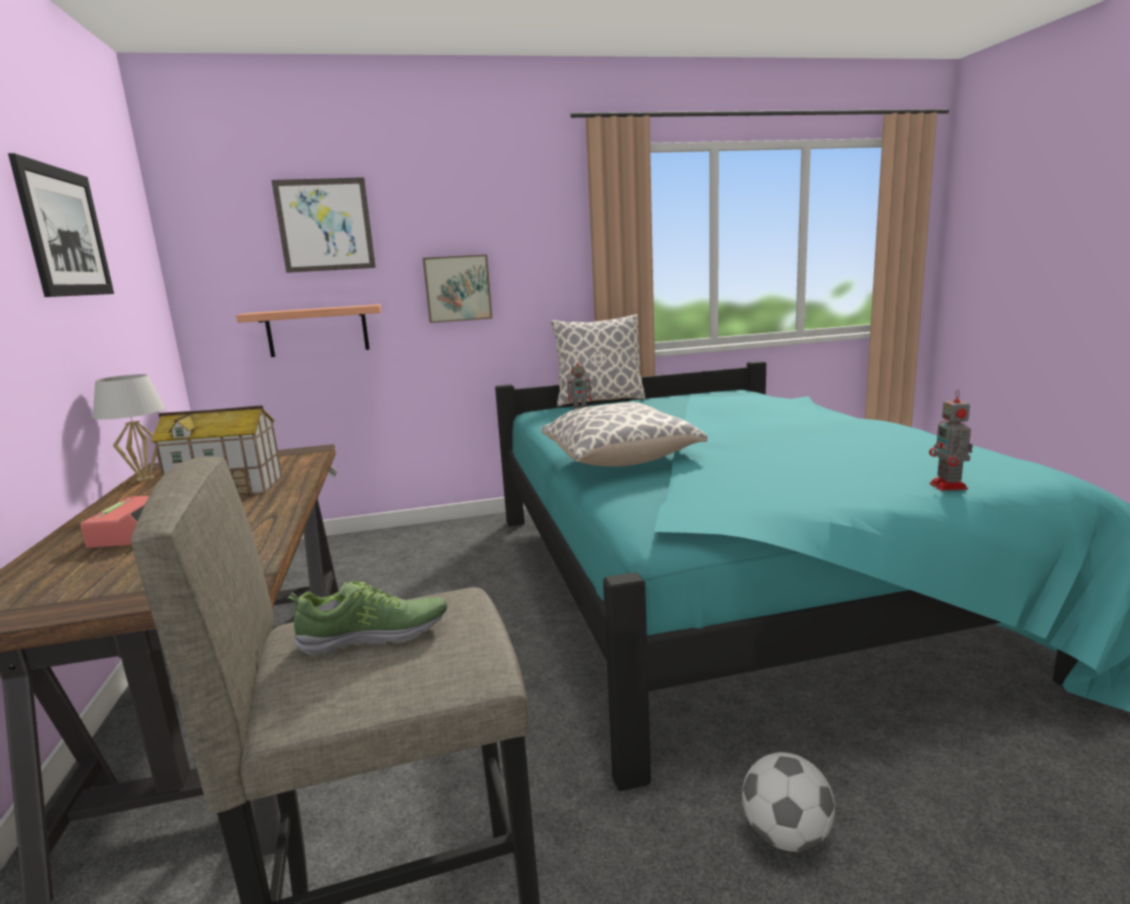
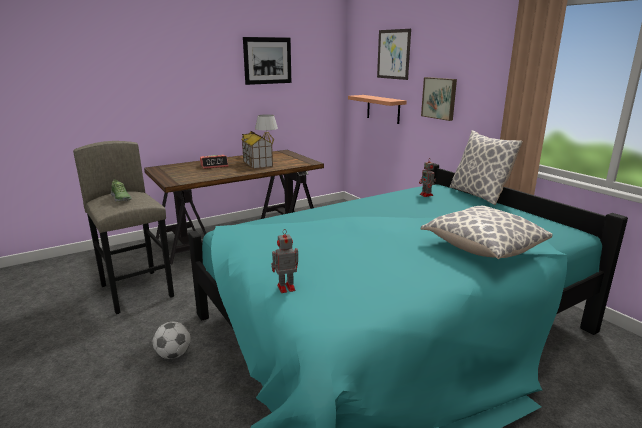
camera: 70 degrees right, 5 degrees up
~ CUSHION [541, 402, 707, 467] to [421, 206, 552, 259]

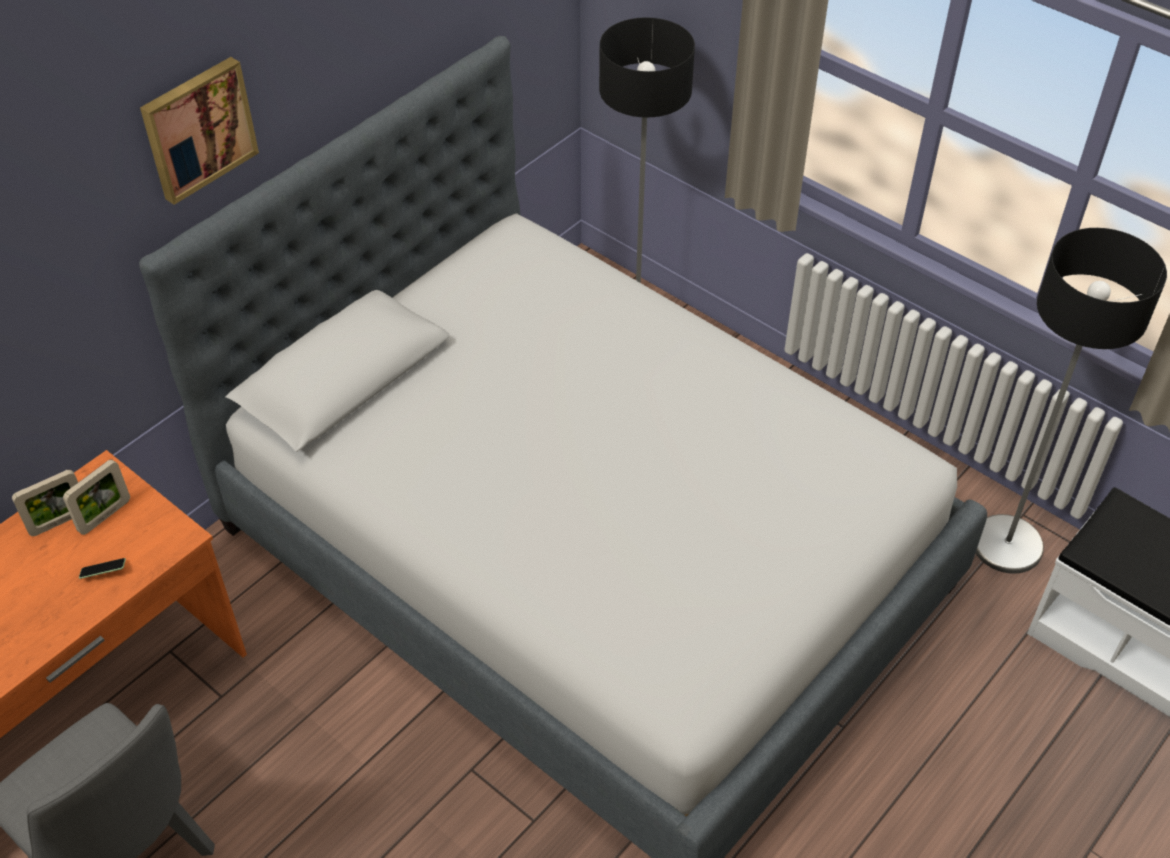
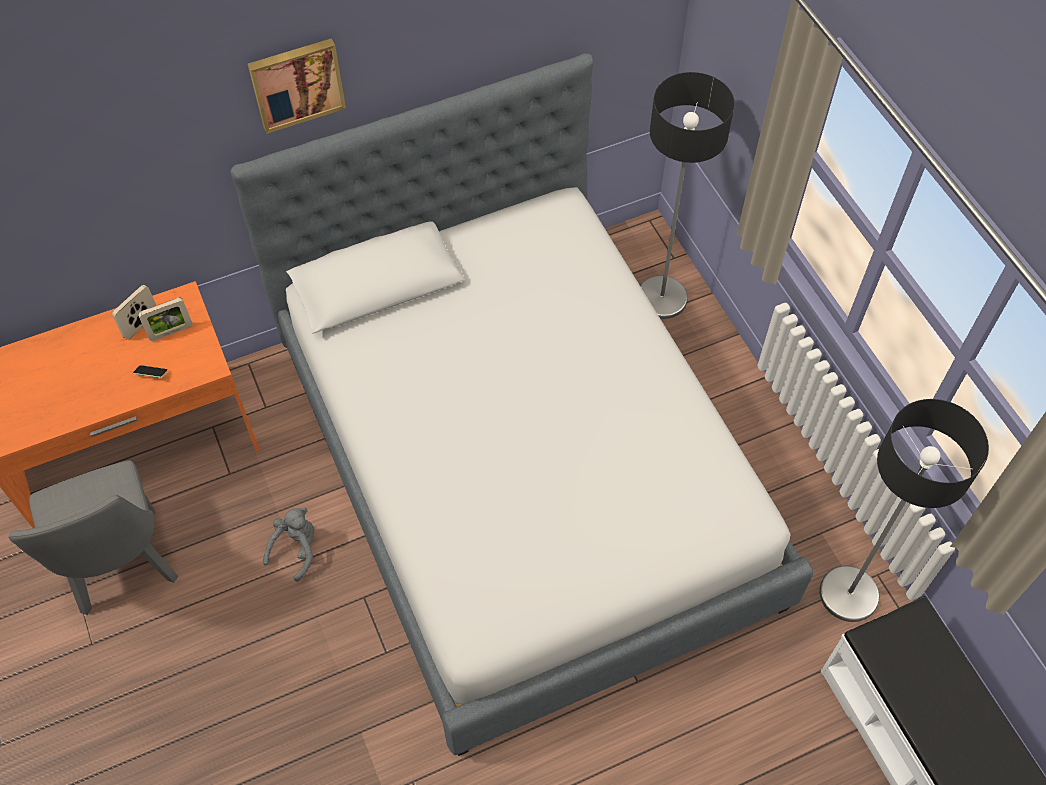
camera: 25 degrees right, 10 degrees up
+ GREY PLUSH TOY [263, 508, 314, 582]
~ PICTURE FRAME [12, 469, 78, 536] = [112, 285, 156, 340] 135 degrees clockwise

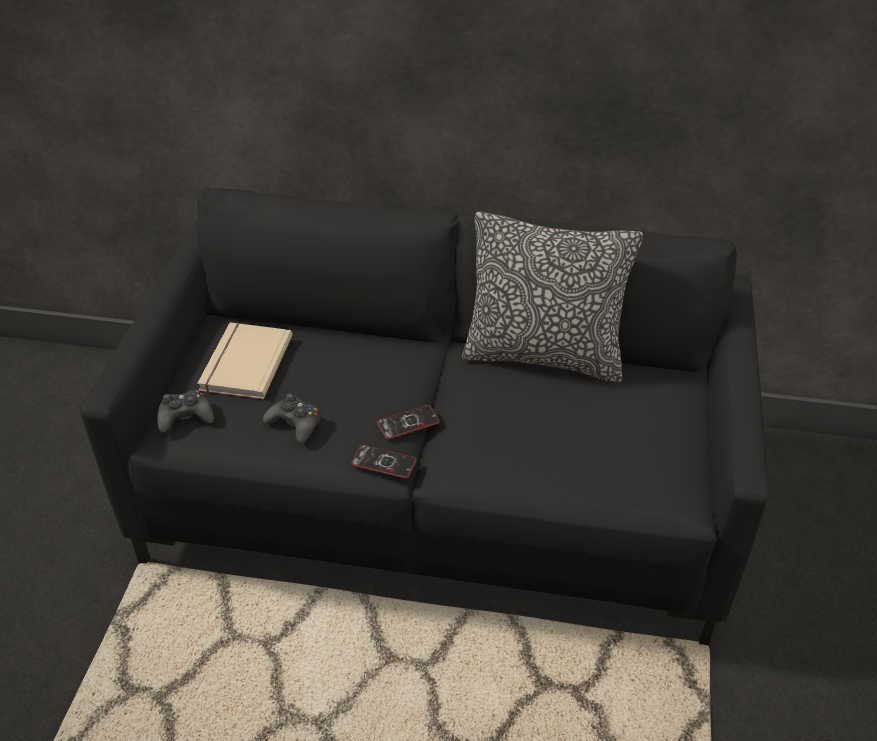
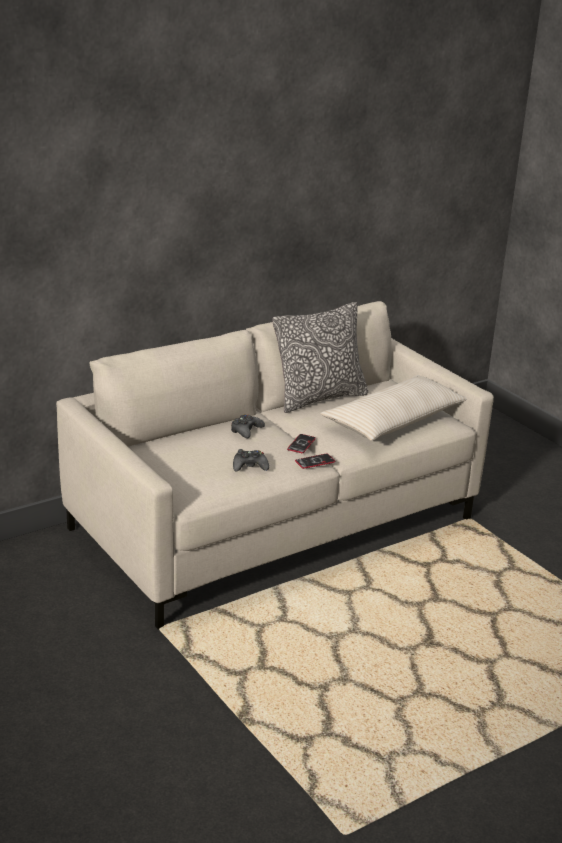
camera: 45 degrees left, 15 degrees down
- BEIGE BOOK [197, 322, 292, 399]
+ BEIGE CUSHION [321, 375, 466, 441]
~ BLACKISH GAMEPAD [157, 390, 214, 433] to [231, 414, 265, 438]
~ BLACKISH SOFA [80, 187, 769, 646] to BEIGE SOFA [56, 301, 494, 630]

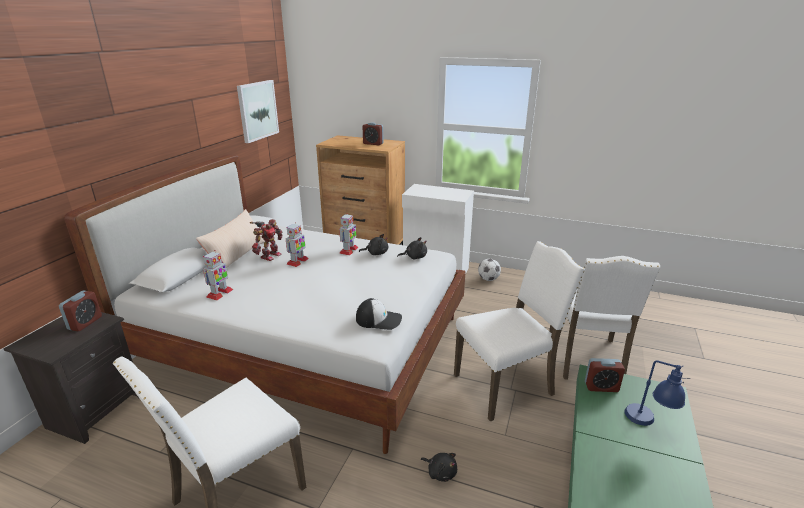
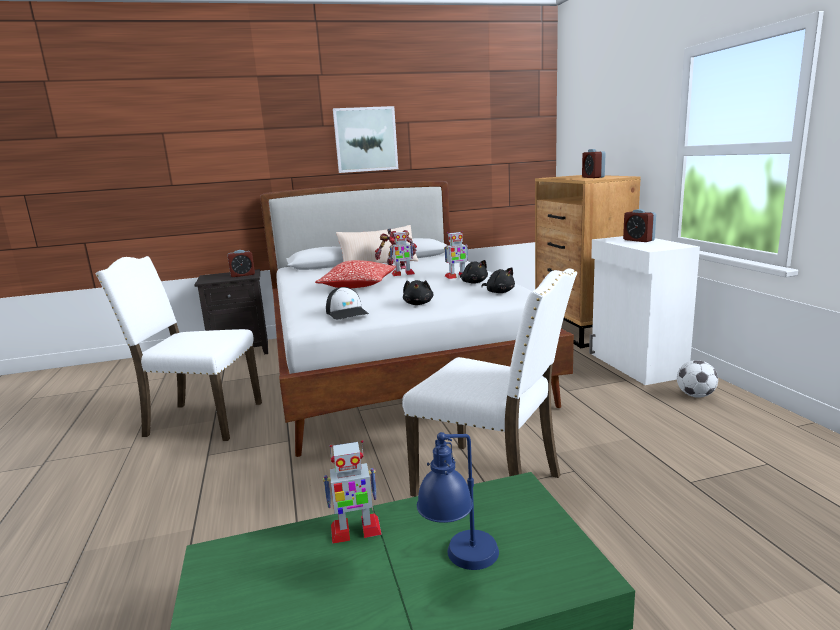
camera: 55 degrees right, 10 degrees down
- WHITE PLAIN CHAIR [549, 256, 660, 380]
+ CUSHION [315, 260, 396, 288]
~ TOY ROBOT [203, 250, 233, 300] to [323, 440, 382, 544]
~ WALL ART [237, 80, 279, 143] to [333, 106, 398, 173]
~ BLACKISH PLUSH TOY [421, 453, 457, 482] to [403, 280, 433, 305]
~ ALARM CLOCK [585, 358, 625, 392] to [623, 209, 656, 242]

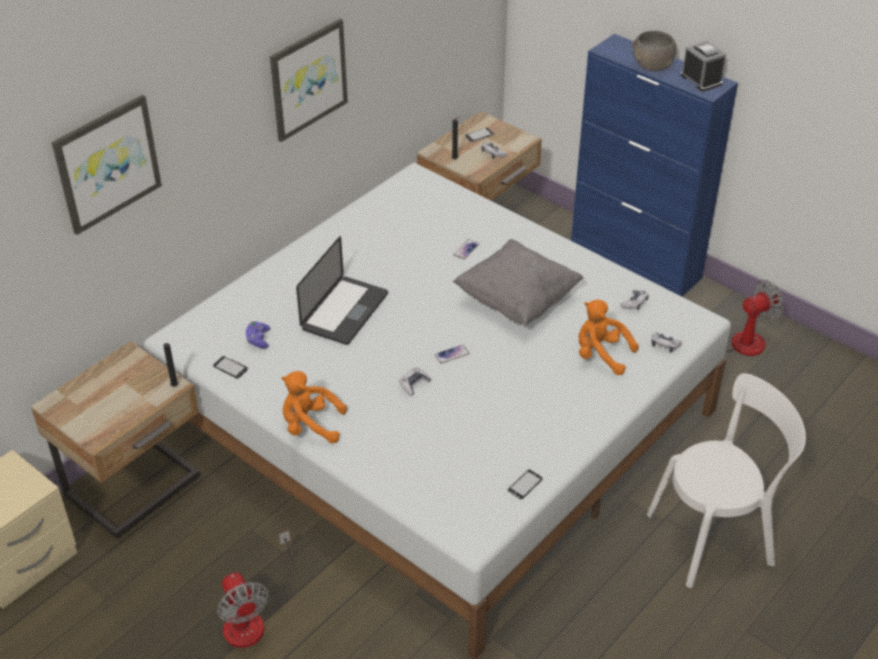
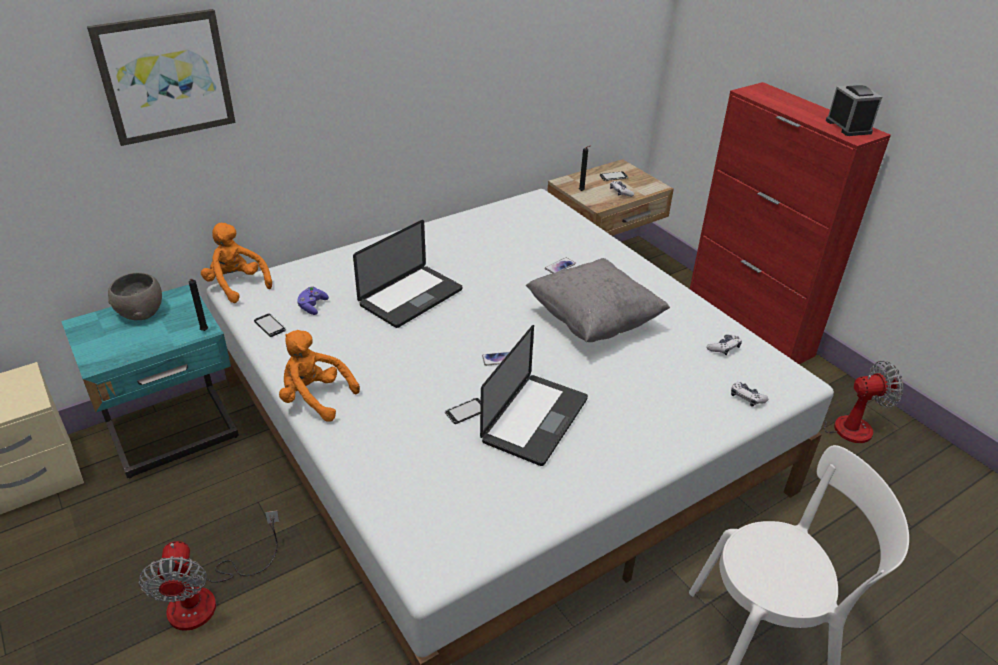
camera: 15 degrees right, 5 degrees down
- WALL ART [270, 19, 348, 142]
- GAMEPAD [399, 367, 431, 396]
+ PORTABLE COMPUTER [480, 325, 588, 466]
~ HANDSET [507, 469, 543, 499] to [445, 398, 481, 424]
~ ORANGE PLUSH TOY [578, 300, 639, 375] to [201, 223, 272, 303]
~ GREY BOWL [632, 30, 676, 71] to [108, 273, 162, 320]
~ BEIGE NIGHTSTAND [31, 341, 200, 539] to TURQUOISE NIGHTSTAND [61, 285, 239, 479]
~ BLUE CABINET [571, 34, 738, 296] to RED CABINET [690, 82, 891, 364]

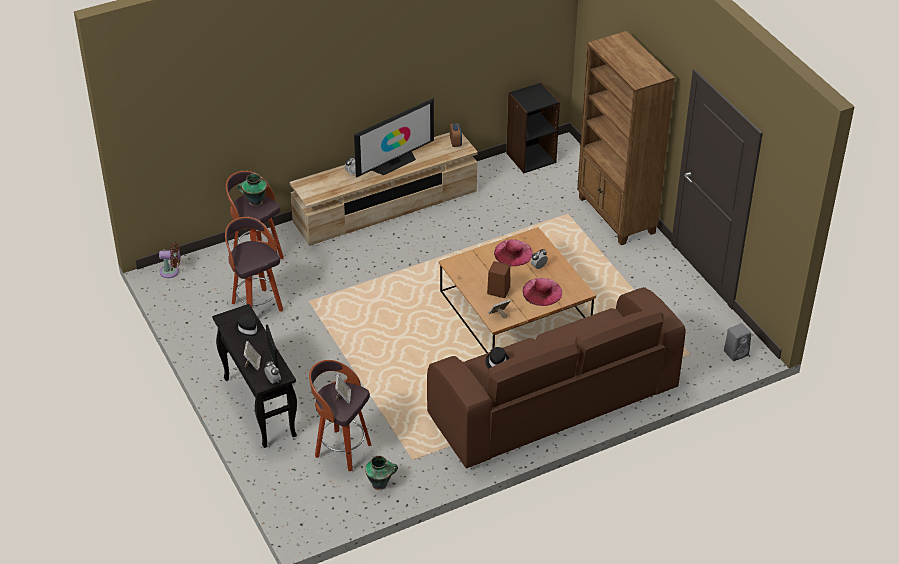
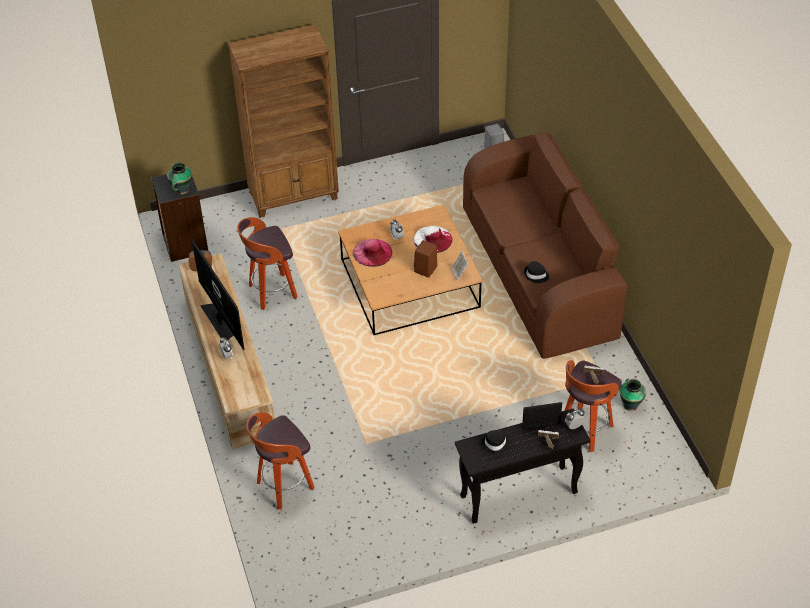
camera: 80 degrees left, 5 degrees up
- BROWNISH ELECTRIC FAN [159, 242, 180, 278]
~ STOOL SEAT [225, 217, 283, 312] to [237, 217, 298, 310]
~ DECORATIVE VASE [238, 174, 267, 206] to [167, 162, 192, 195]
~ PINK-COLOURED CLOTHING HAT [523, 278, 562, 306] to WHITE CLOTHING HAT [414, 226, 453, 253]

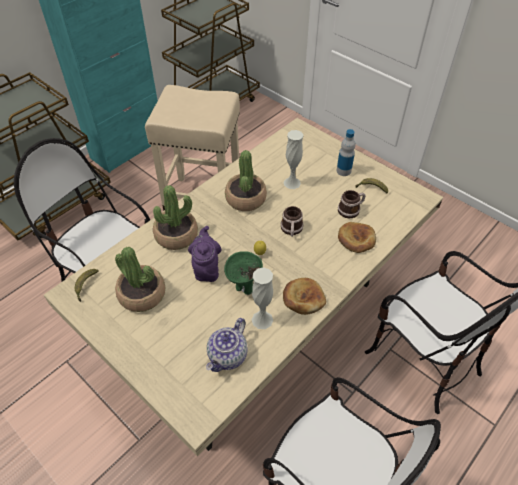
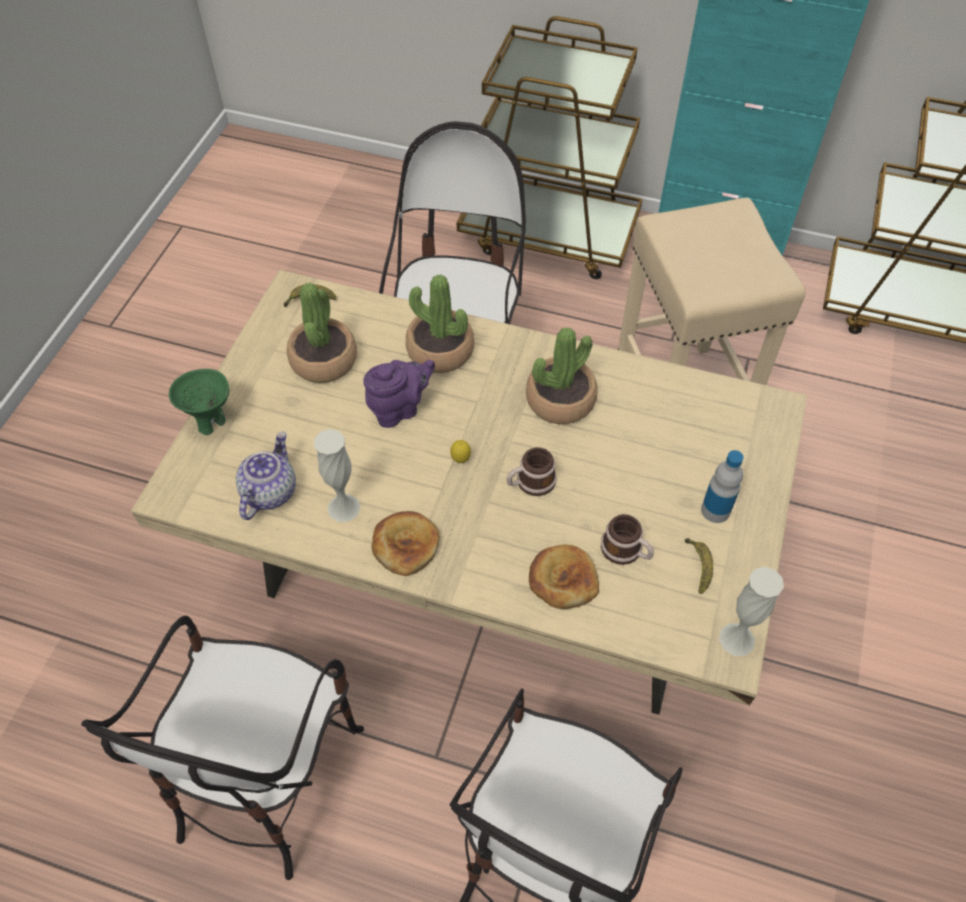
camera: 65 degrees right, 5 degrees up
~ GREEN-COLOURED BOWL [224, 251, 263, 295] to [169, 369, 229, 435]
~ WHITE DECORATIVE VASE [283, 130, 303, 189] to [719, 567, 784, 656]
~ TEAPOT [206, 318, 248, 372] = [236, 432, 296, 520] 105 degrees clockwise

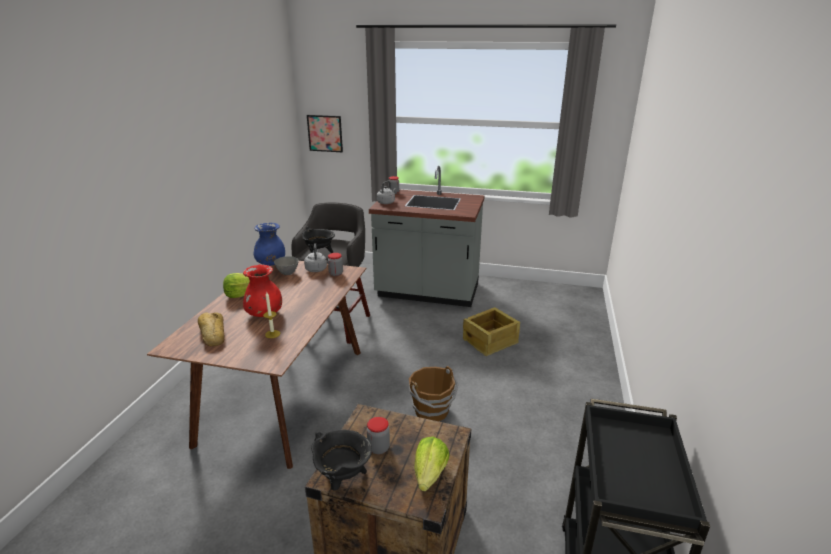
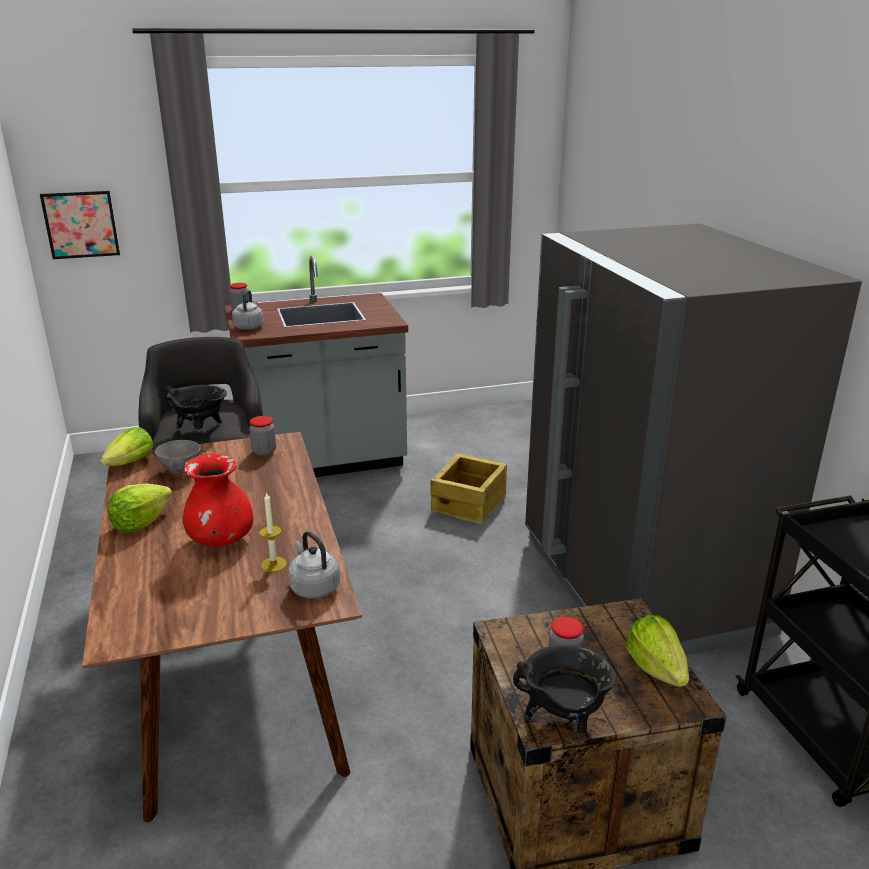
camera: 30 degrees left, 0 degrees up
- BAKED BREAD [198, 312, 225, 346]
- BROWNISH WATER BUCKET [409, 366, 459, 421]
+ GREY KITCHEN FRIDGE [525, 223, 862, 655]
~ GREY KETTLE [304, 243, 327, 272] to [288, 531, 340, 599]
~ BLUE DECORATIVE VASE [254, 223, 285, 266] to LETTUCE HEAD [100, 427, 153, 466]

